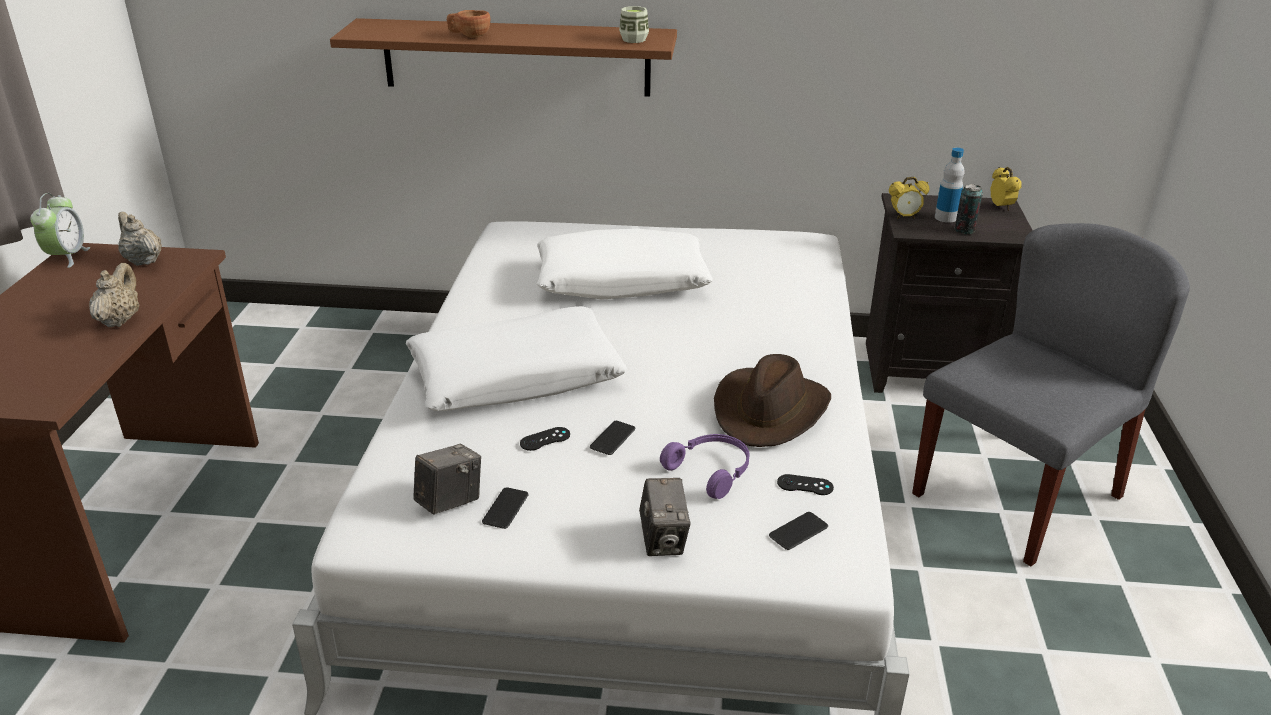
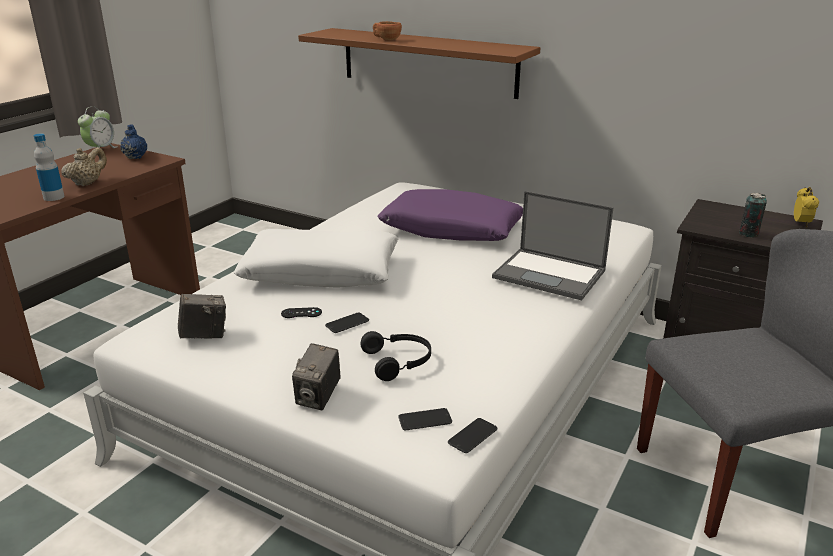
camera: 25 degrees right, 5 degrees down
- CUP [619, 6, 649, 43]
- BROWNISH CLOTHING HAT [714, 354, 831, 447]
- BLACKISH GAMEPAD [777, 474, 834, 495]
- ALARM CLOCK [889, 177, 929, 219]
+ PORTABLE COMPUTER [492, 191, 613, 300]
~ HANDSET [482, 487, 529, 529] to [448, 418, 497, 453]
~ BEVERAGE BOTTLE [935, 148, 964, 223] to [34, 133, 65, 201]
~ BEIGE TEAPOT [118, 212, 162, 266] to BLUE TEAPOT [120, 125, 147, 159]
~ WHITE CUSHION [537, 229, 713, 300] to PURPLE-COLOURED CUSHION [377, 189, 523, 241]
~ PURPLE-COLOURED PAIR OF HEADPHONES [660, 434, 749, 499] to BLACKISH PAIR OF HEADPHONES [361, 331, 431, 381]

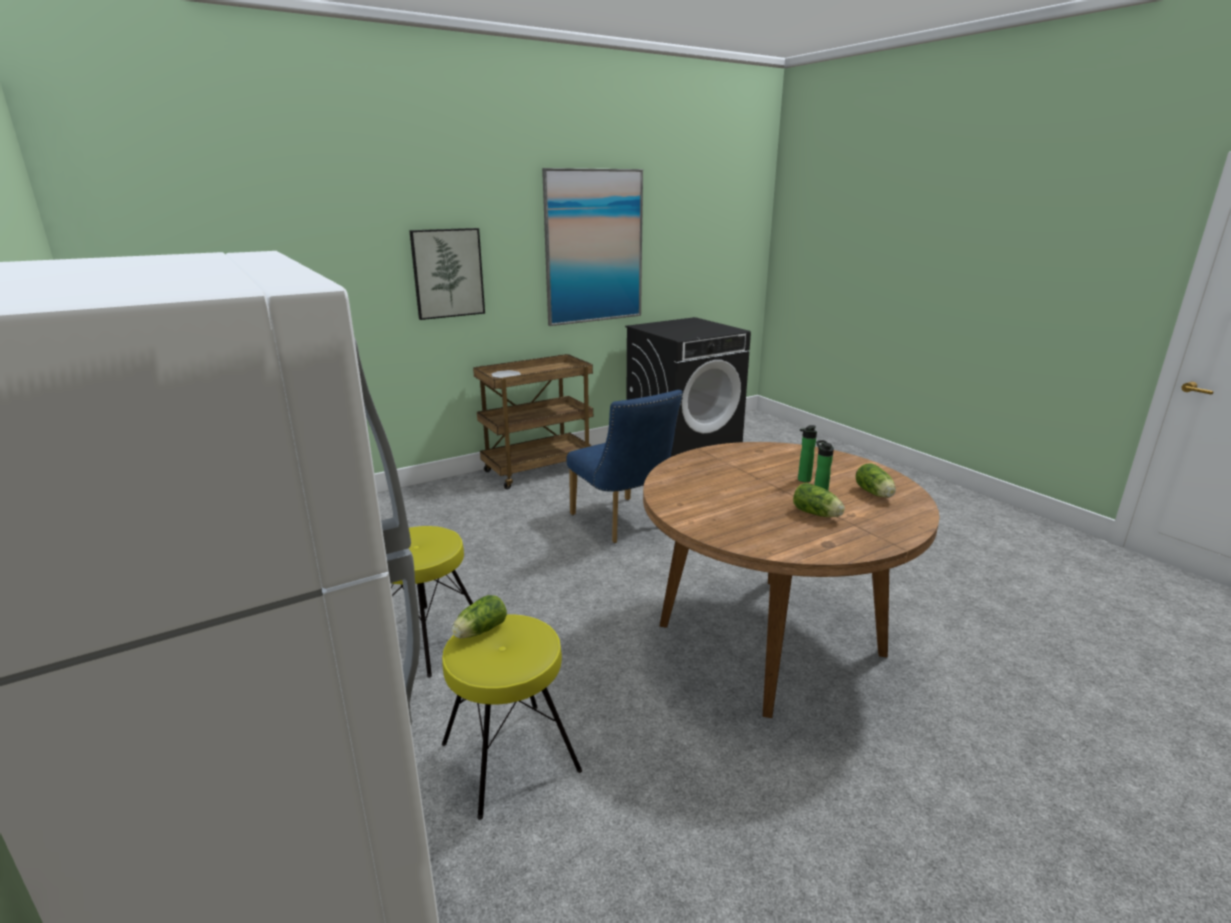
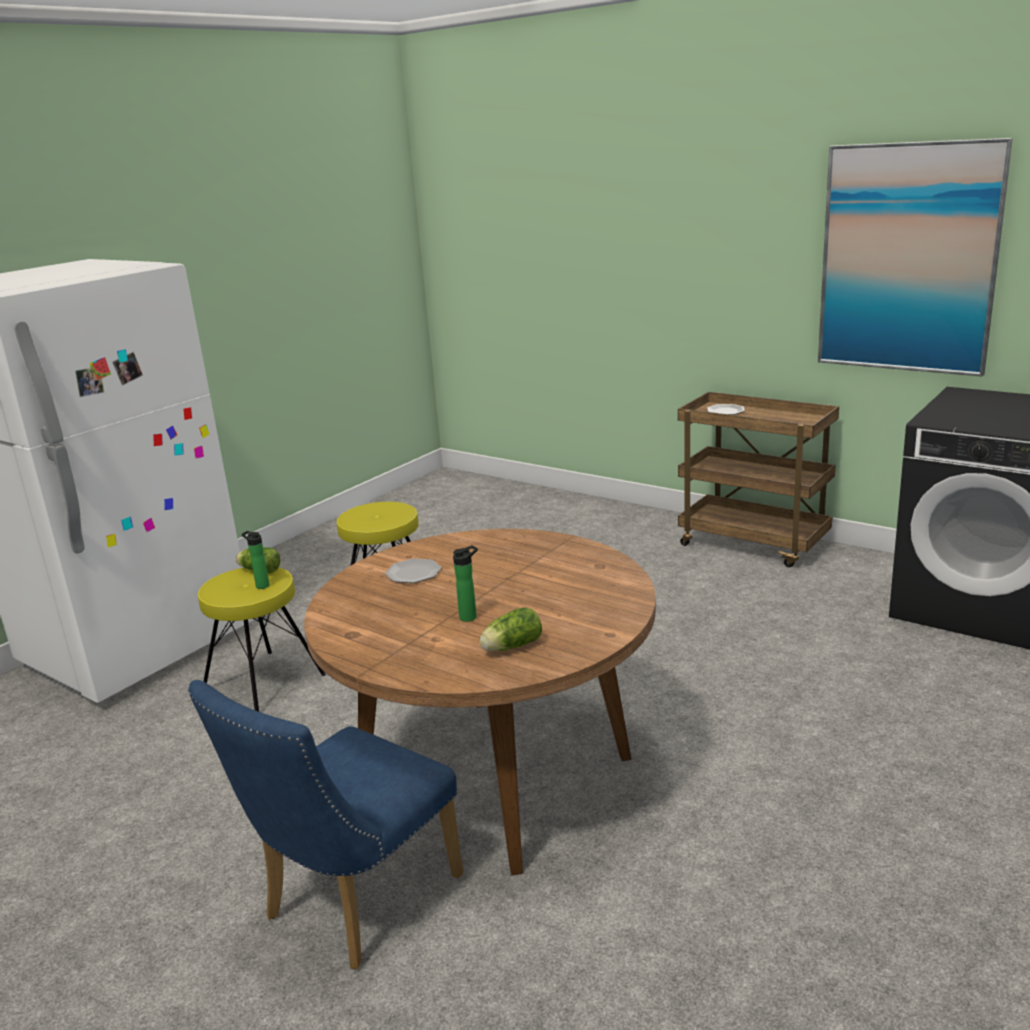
camera: 70 degrees right, 0 degrees up
- WALL ART [409, 228, 485, 320]
- LETTUCE HEAD [793, 483, 845, 517]
+ DINNER PLATE [385, 558, 442, 583]
~ BLUE PLAIN CHAIR [566, 390, 683, 543] to [188, 680, 463, 969]
~ BEVERAGE BOTTLE [798, 425, 817, 482] to [242, 531, 270, 589]

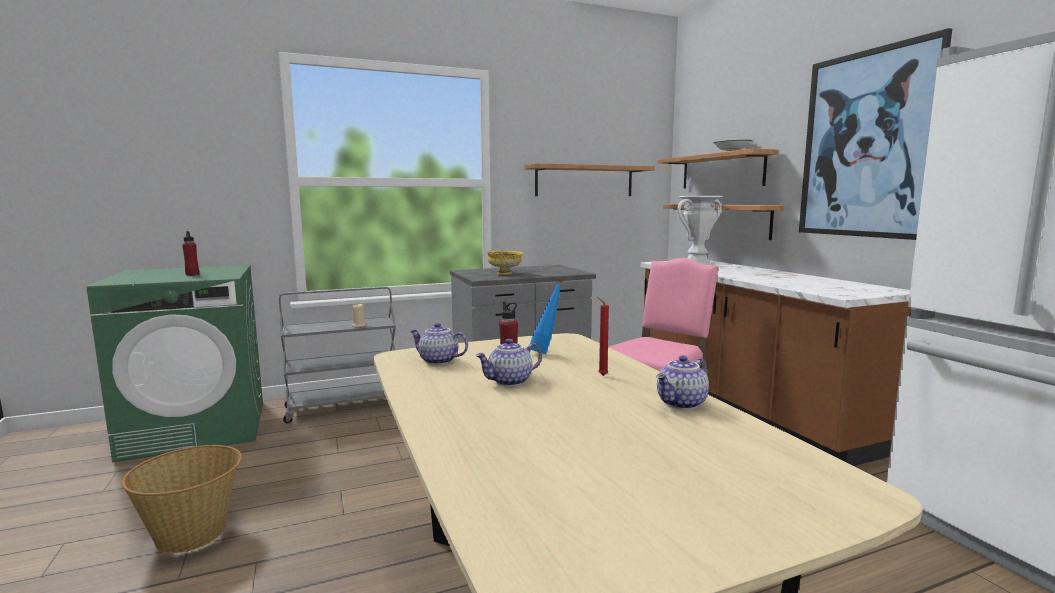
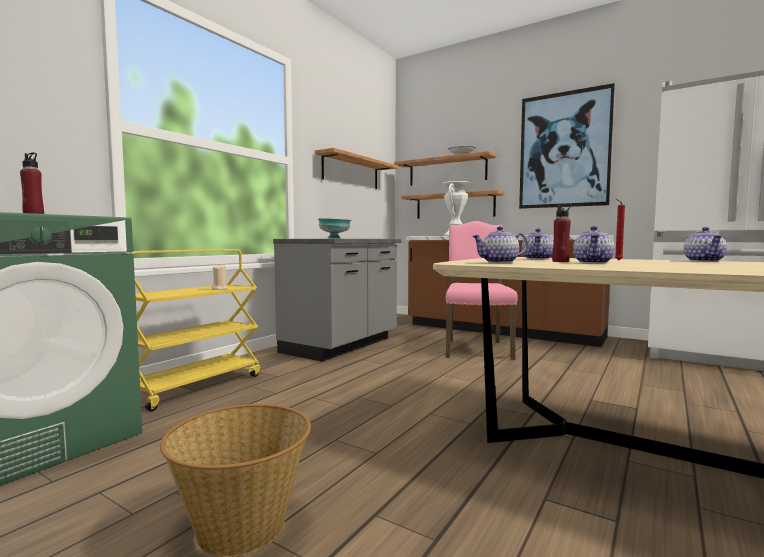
camera: 35 degrees left, 5 degrees down
~ BLUE BEVERAGE BOTTLE [530, 278, 563, 354] to TEAPOT [522, 228, 554, 260]
~ GREY WHEELED CART [279, 287, 396, 423] to YELLOW WHEELED CART [131, 249, 260, 411]
~ YELLOW BOWL [487, 251, 523, 274] to TURQUOISE BOWL [318, 218, 351, 239]

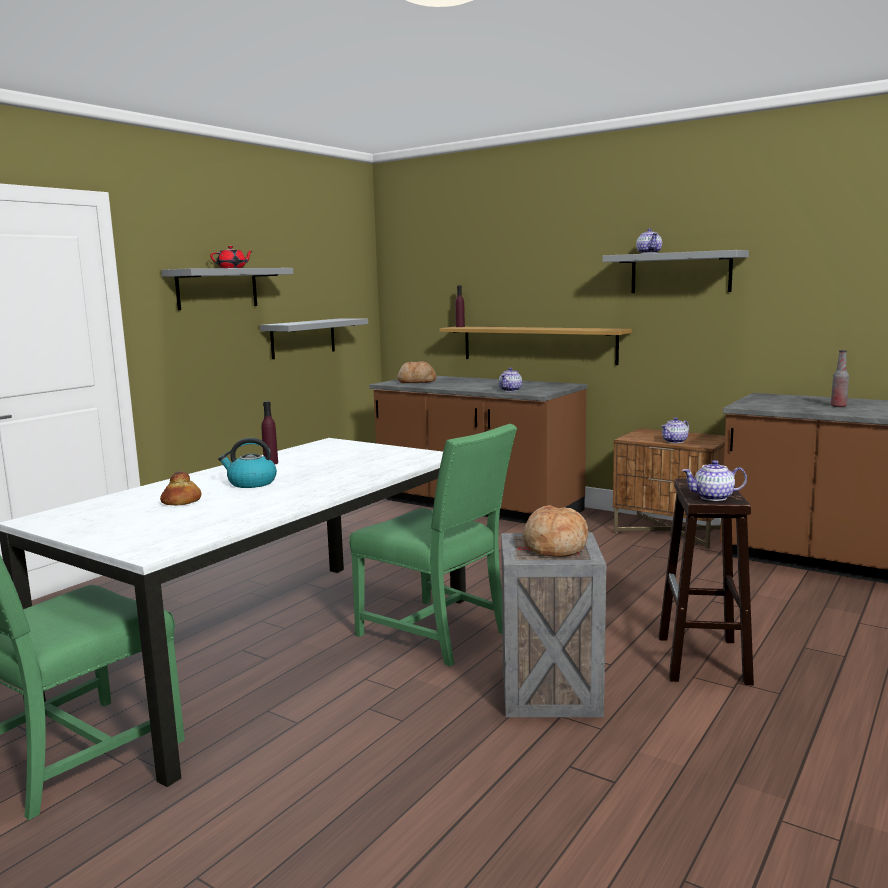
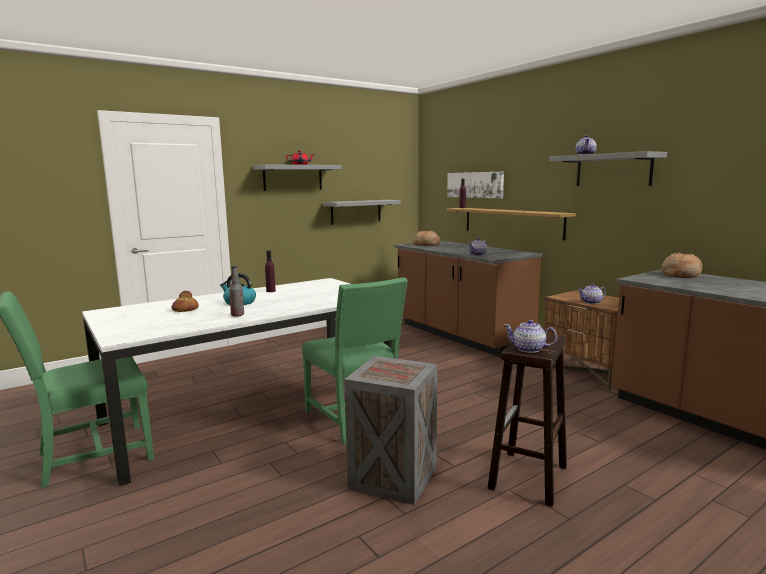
camera: 20 degrees right, 0 degrees up
+ WALL ART [447, 172, 504, 199]
~ BAKED BREAD [522, 505, 588, 557] to [661, 253, 702, 278]
~ BEVERAGE BOTTLE [831, 350, 849, 407] to [229, 266, 244, 317]

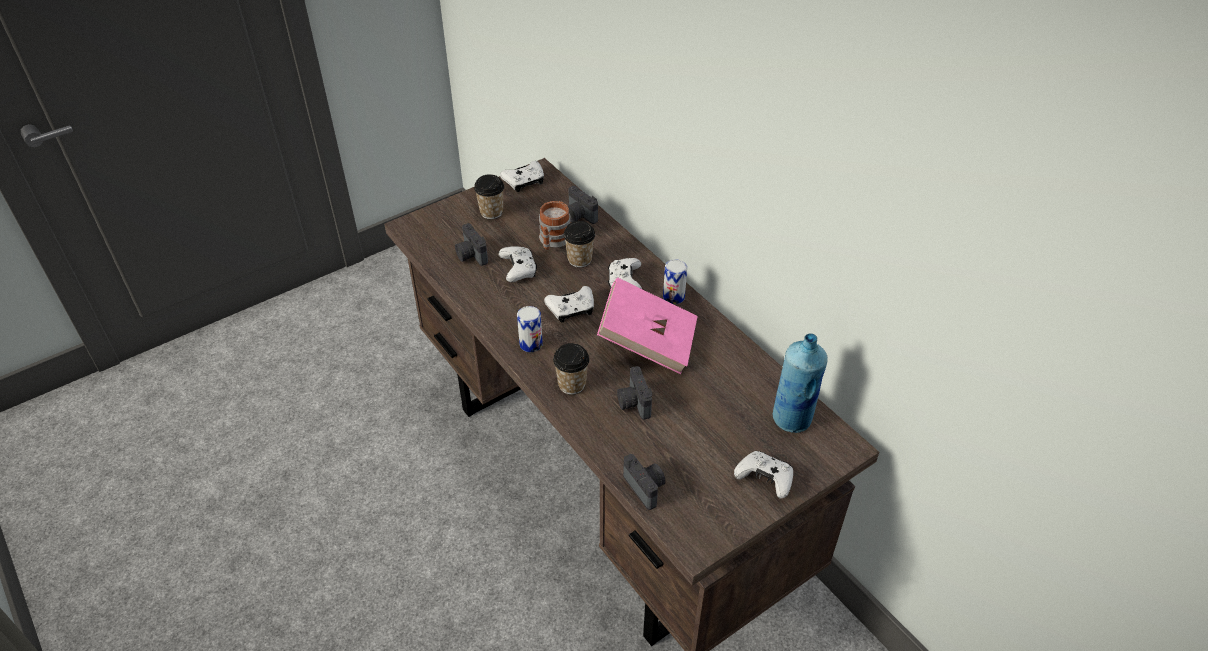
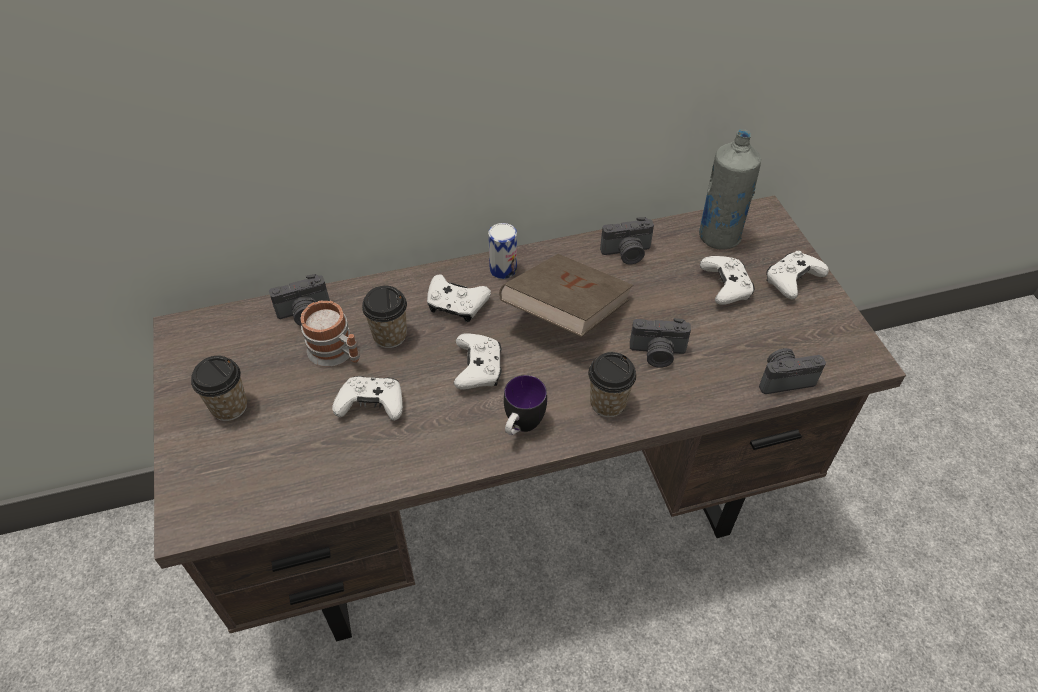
camera: 70 degrees left, 5 degrees up
~ STILL CAMERA [455, 223, 488, 266] to [600, 217, 654, 265]
~ WHITE GAMEPAD [500, 161, 544, 192] to [700, 256, 755, 305]
~ SEALED CAN [517, 306, 543, 352] to MUG [504, 375, 547, 435]
~ PINK-COLOURED BOOK [597, 277, 698, 374] to BROWNISH BOOK [499, 254, 633, 337]
~ BLUE BEVERAGE BOTTLE [773, 333, 828, 433] to GREY BEVERAGE BOTTLE [699, 129, 761, 250]

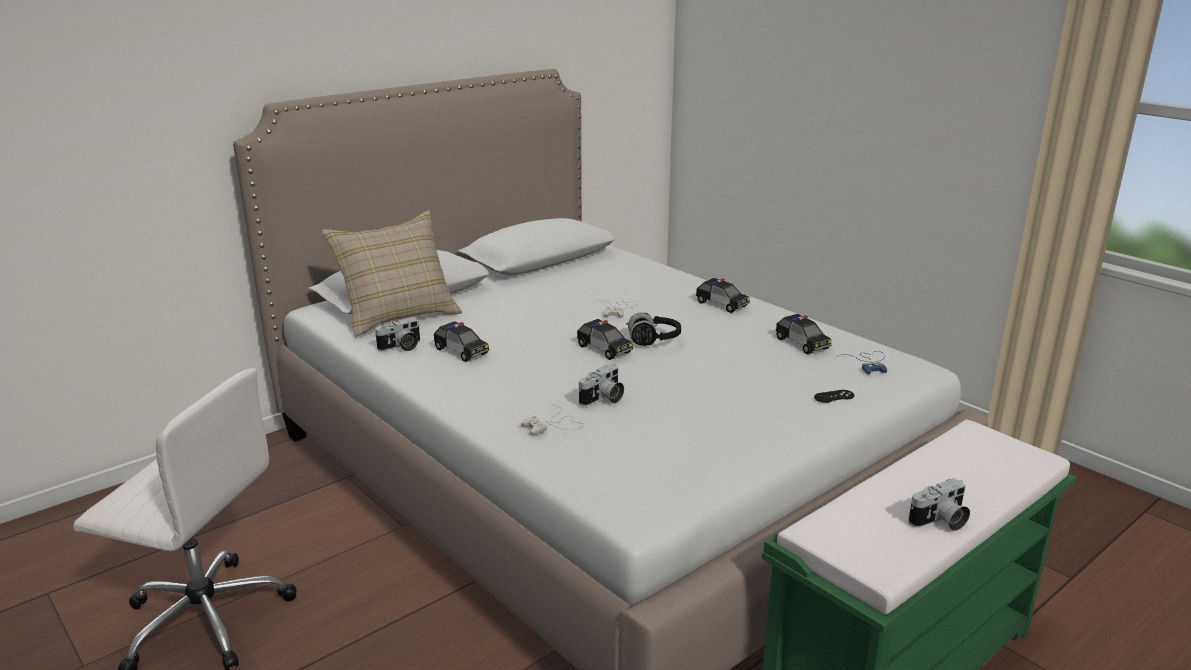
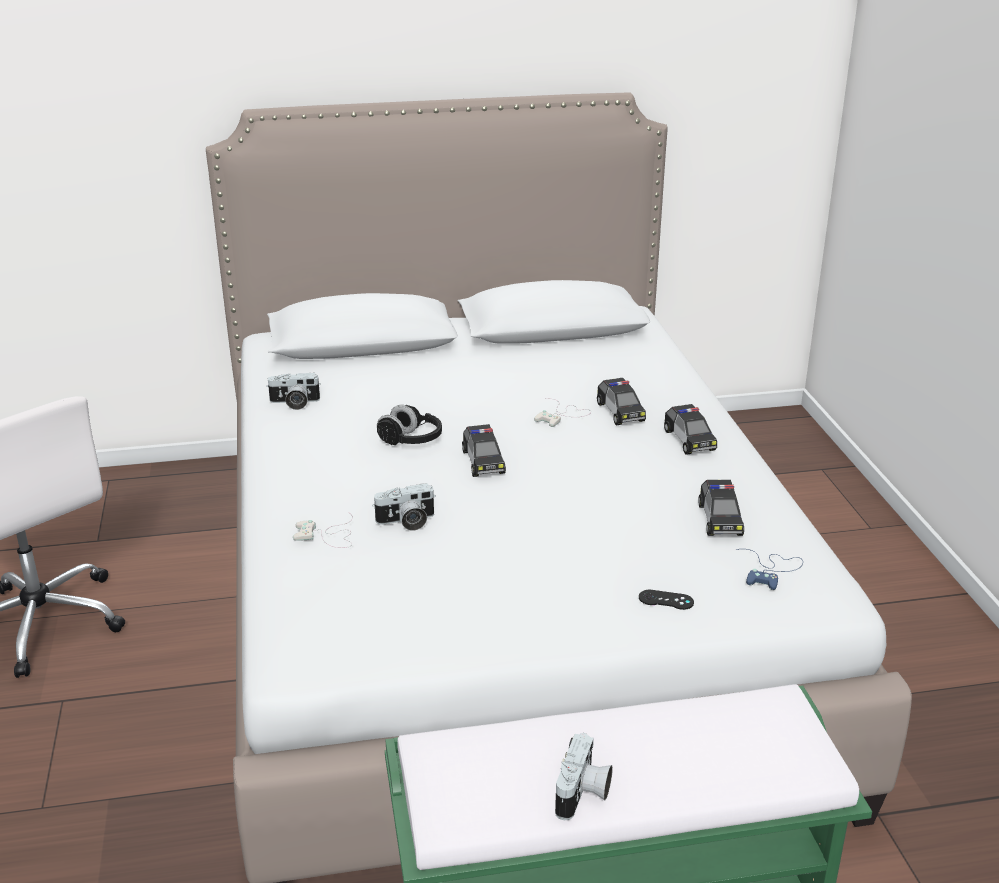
camera: 30 degrees right, 5 degrees up
- BEIGE CUSHION [321, 210, 462, 337]
~ TOY CAR [434, 321, 489, 362] to [597, 378, 646, 425]
~ BLACKISH PAIR OF HEADPHONES [626, 312, 681, 346] to [377, 405, 442, 445]
~ STILL CAMERA [908, 478, 970, 531] = [555, 733, 613, 820] 75 degrees counterclockwise

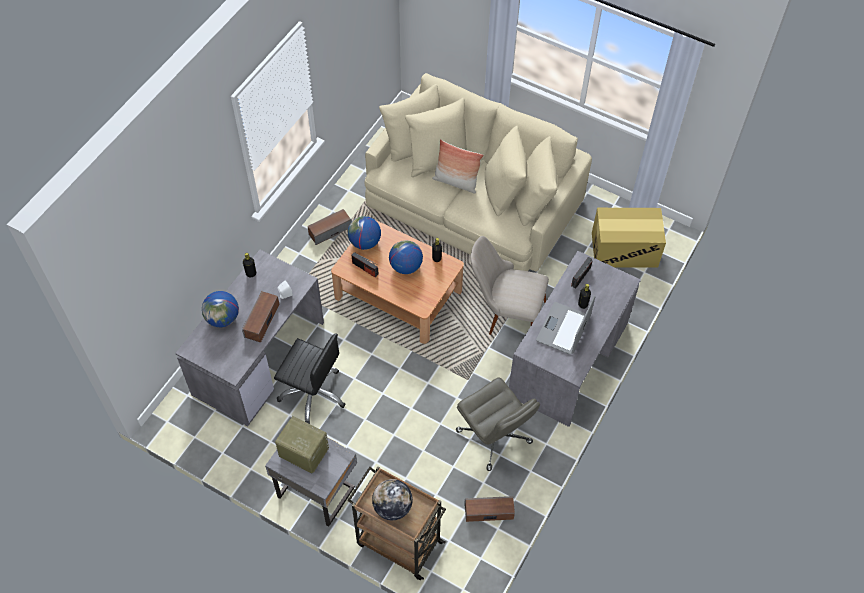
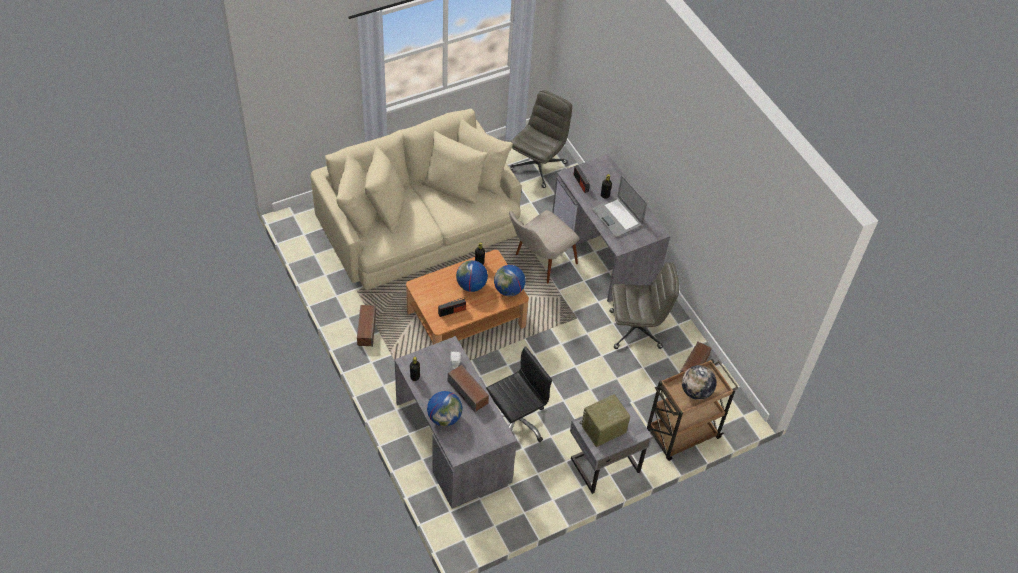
camera: 60 degrees left, 5 degrees down
- CUSHION [432, 139, 483, 194]
~ DESK GLOBE [348, 216, 381, 250] to [494, 265, 525, 296]
~ CARDBOARD BOX [592, 208, 666, 268] to GREY COMPUTER CHAIR [509, 90, 572, 188]

